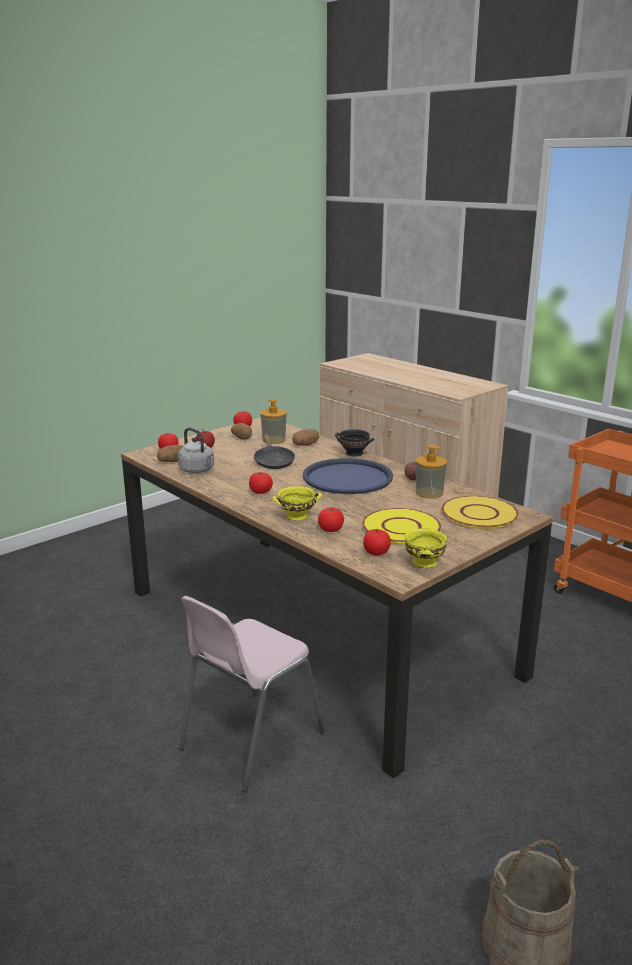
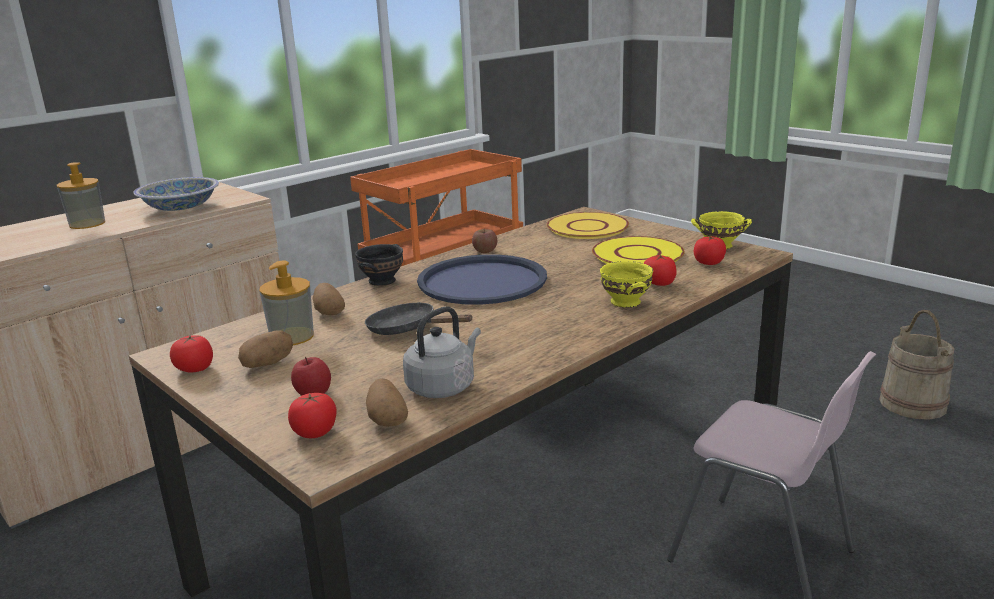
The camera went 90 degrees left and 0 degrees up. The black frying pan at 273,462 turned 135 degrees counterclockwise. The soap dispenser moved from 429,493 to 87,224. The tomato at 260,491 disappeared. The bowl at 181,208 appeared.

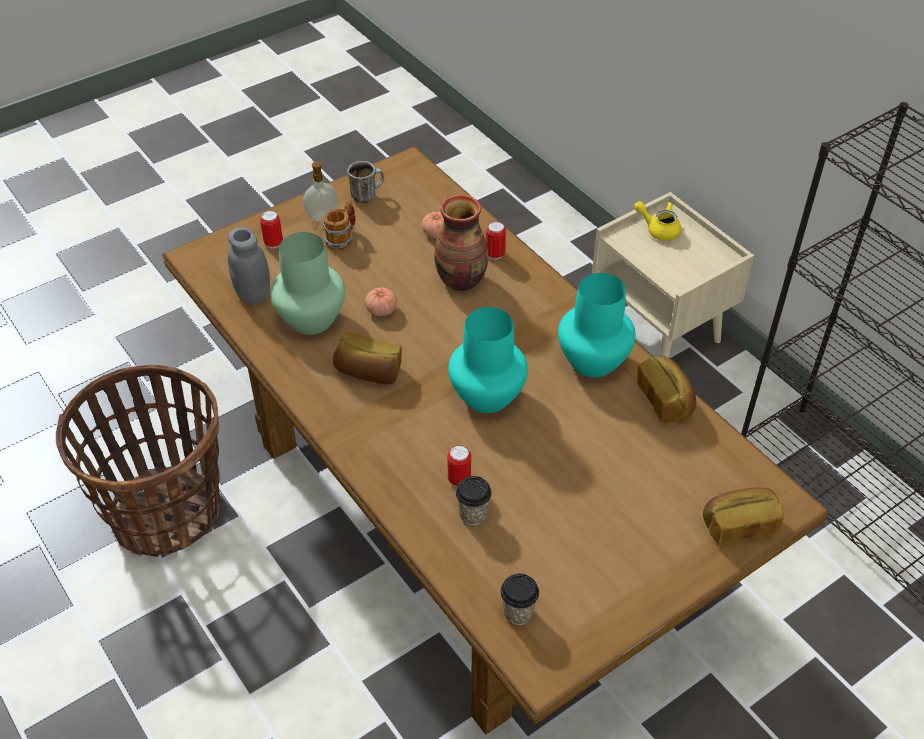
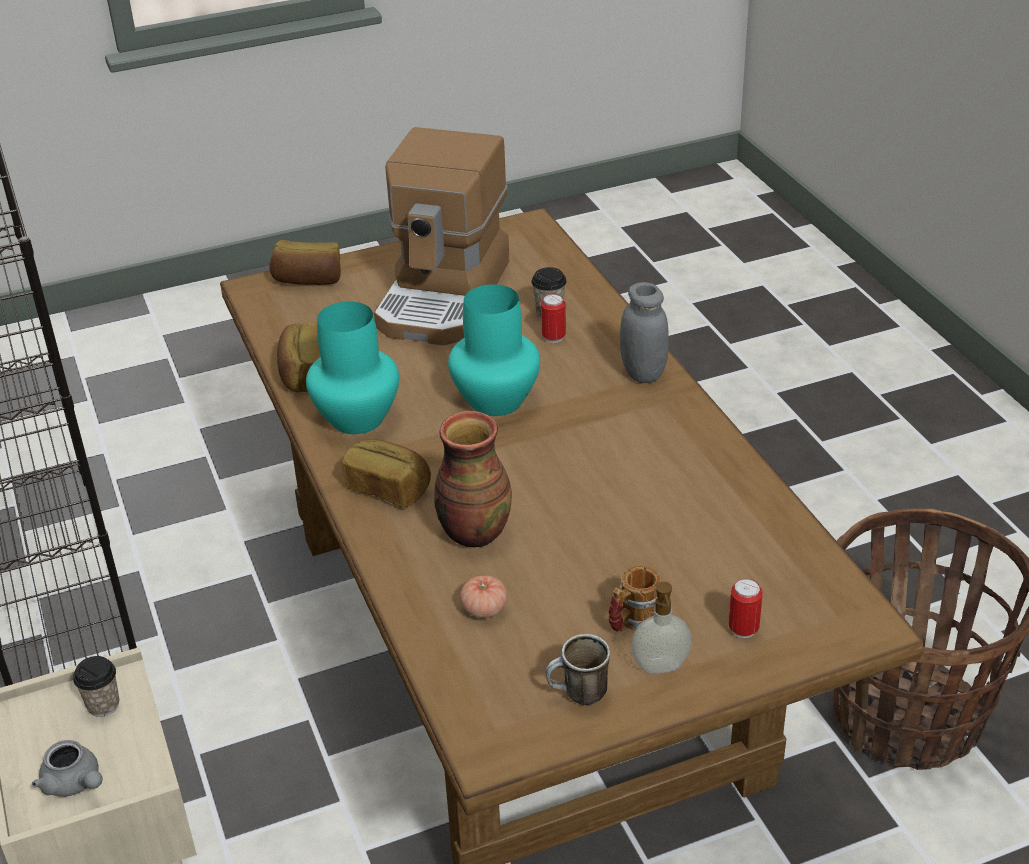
The camera went 165 degrees left and 10 degrees down. The yellow teapot at 658,229 became the grey teapot at 75,784. The can at 495,254 disappeared. The grey jar moved from 253,295 to 643,373. The green vase at 310,320 disappeared. The tomato at 381,310 disappeared. The bread moved from 369,372 to 388,488. The cup moved from 518,612 to 103,705. The coffee machine at 445,296 appeared.

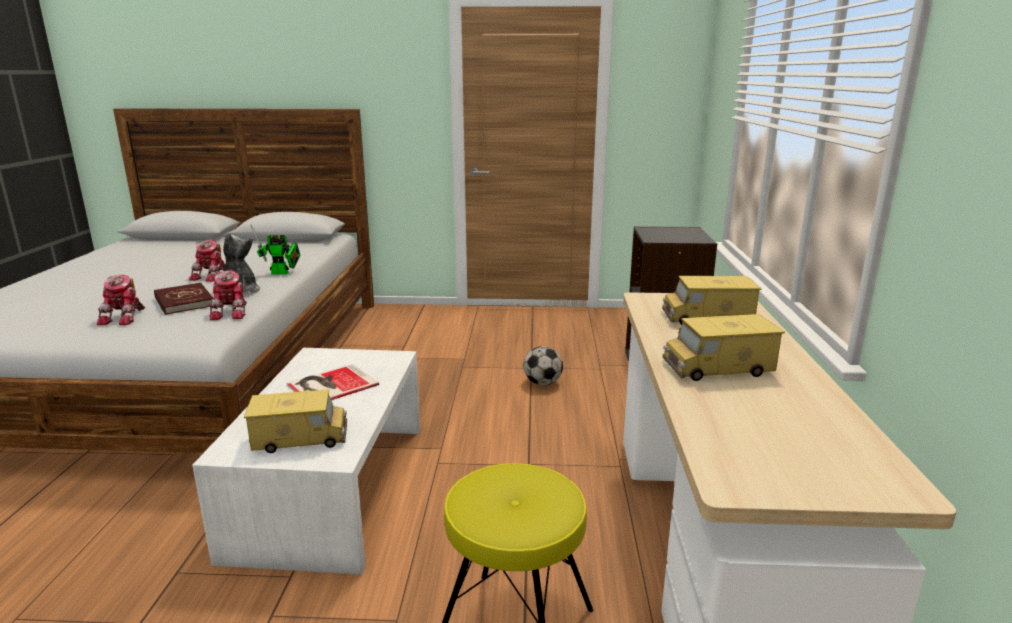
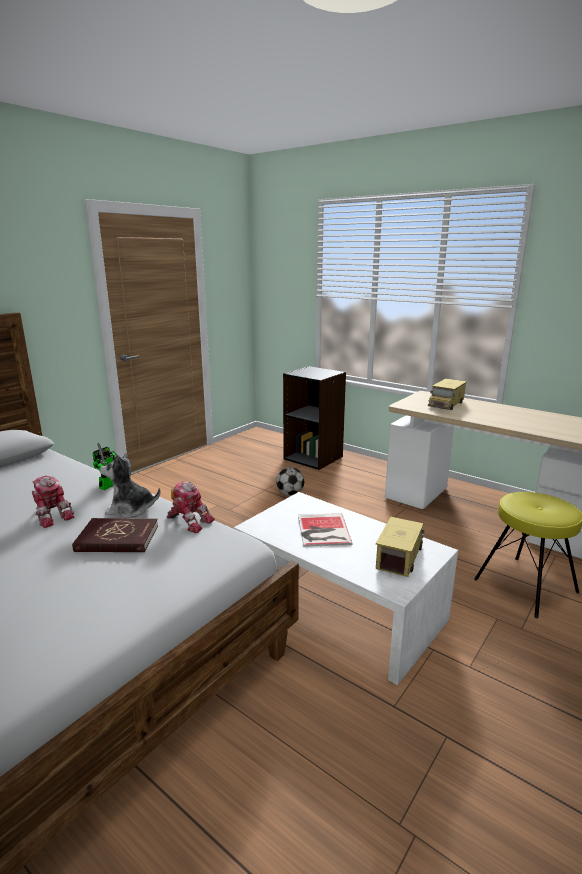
The camera went 55 degrees left and 0 degrees up. The toy robot at 125,317 disappeared. The toy truck at 718,368 disappeared.

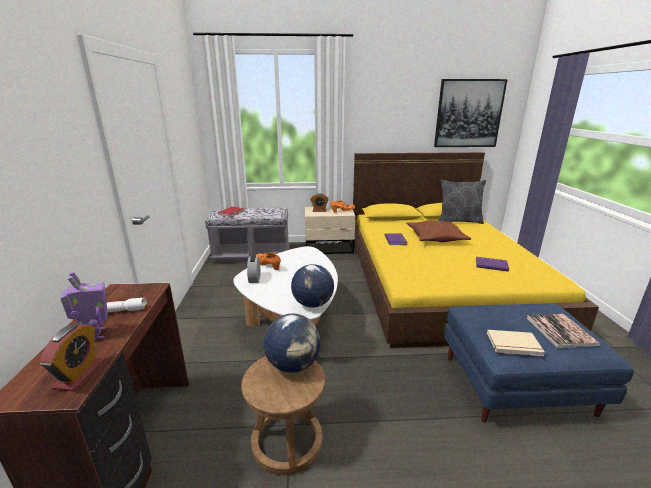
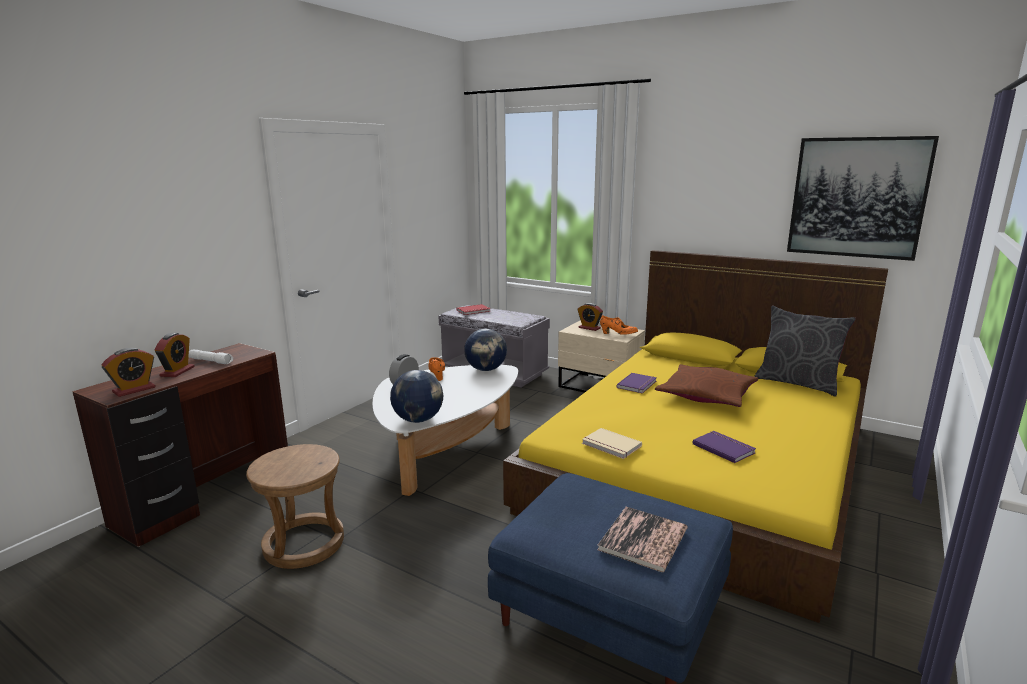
The camera went 35 degrees right and 5 degrees down. The toy robot at 96,335 was replaced by the alarm clock at 177,371. The globe moved from 293,364 to 486,369. The beige book moved from 514,345 to 610,446.

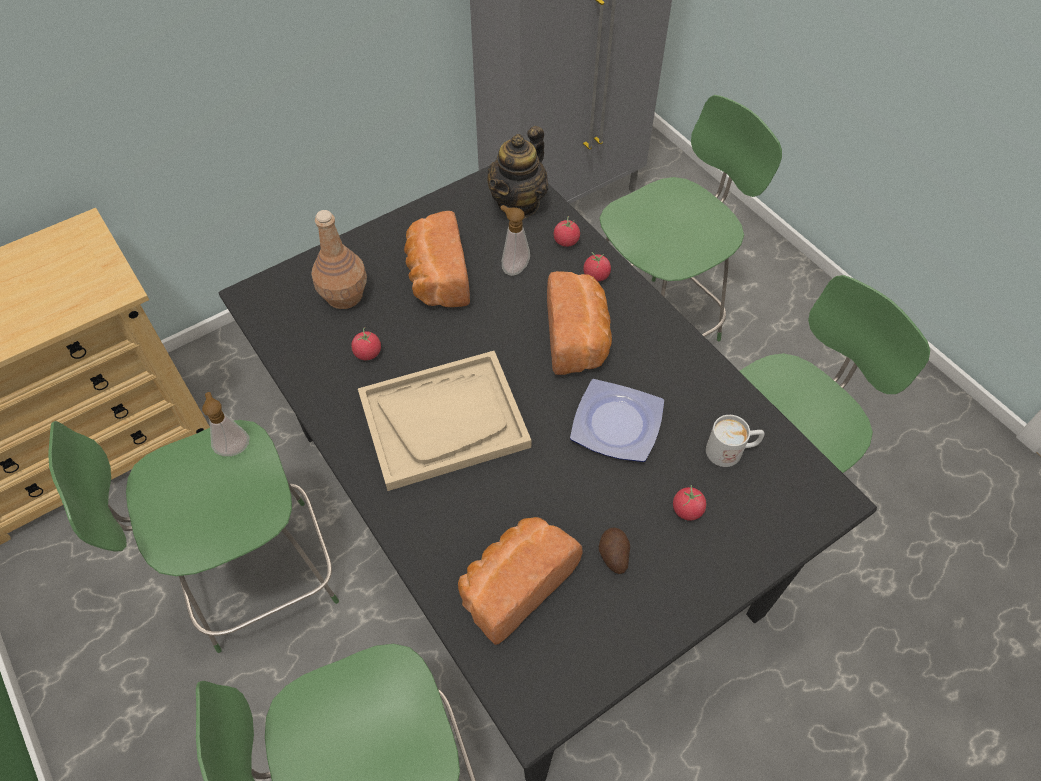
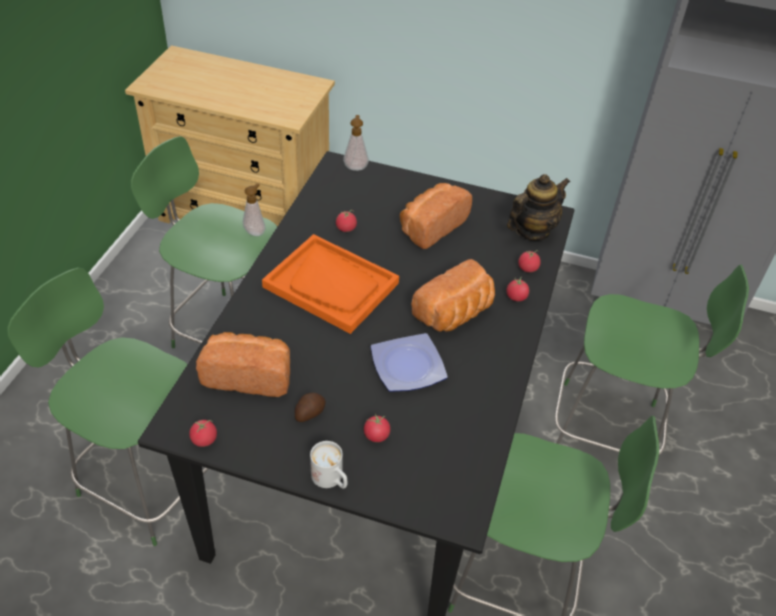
The camera went 50 degrees right and 10 degrees down. The teapot at 518,203 turned 150 degrees clockwise. The soap dispenser moved from 513,267 to 355,167. The brown bottle at 343,295 disappeared. The beige tray at 444,421 became the orange tray at 331,285. The white mug moved from 731,451 to 331,479. The tomato at 204,439 appeared.

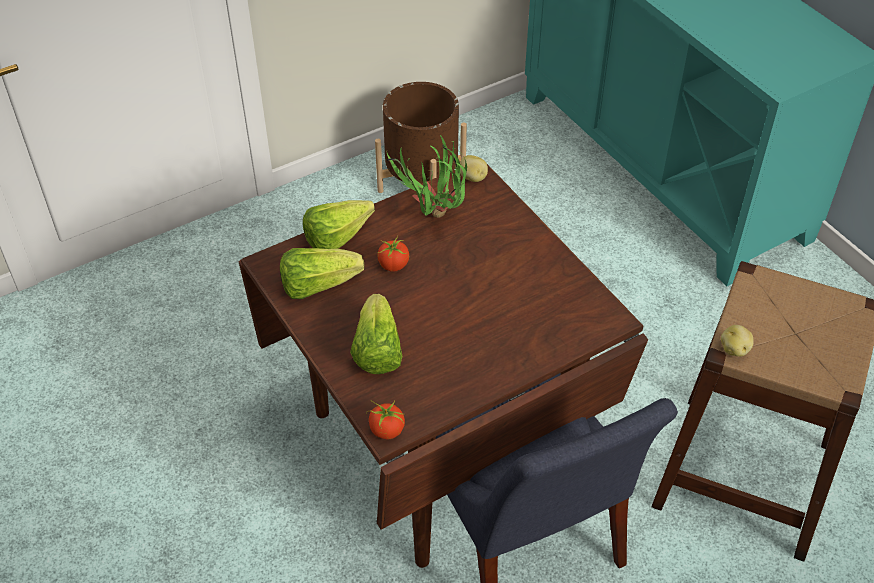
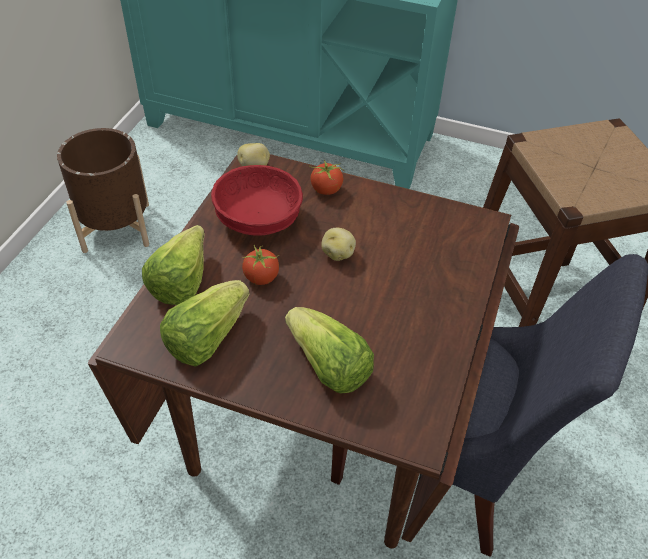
The camera went 40 degrees left and 0 degrees up. The potted plant at 433,221 was replaced by the red bowl at 258,219. The potato moved from 735,349 to 338,253. The tomato moved from 386,430 to 326,190.

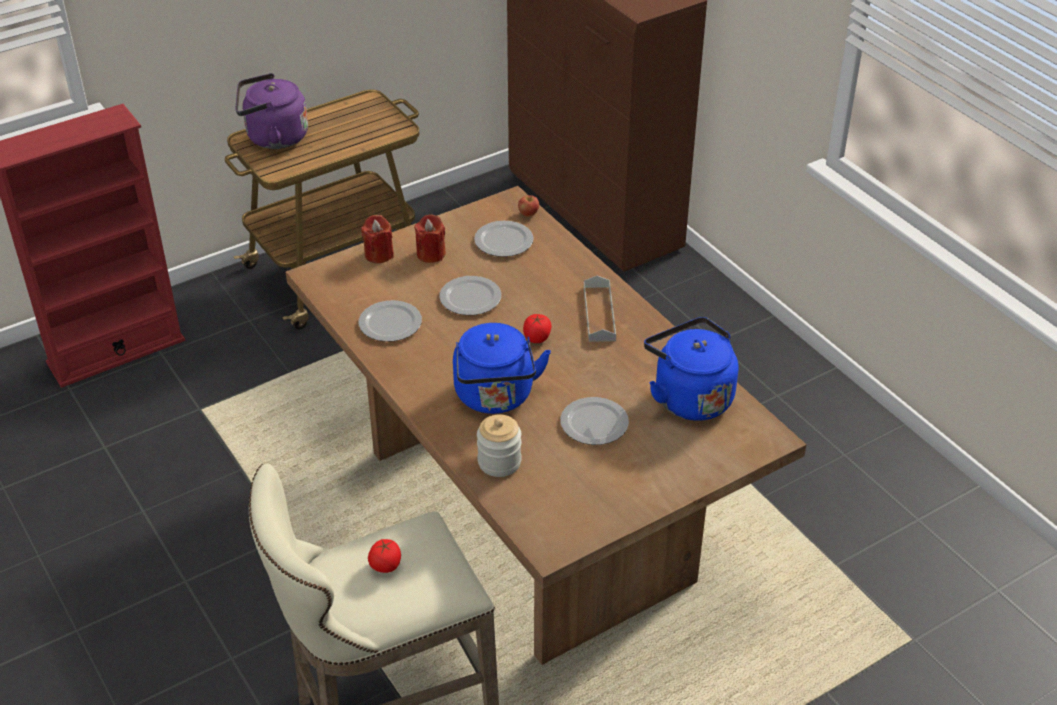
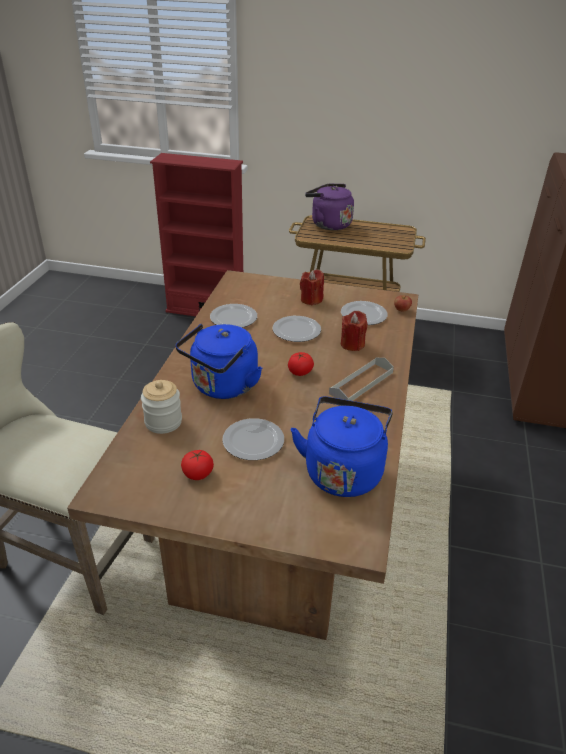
The camera went 45 degrees right and 5 degrees down. The red candle moved from 379,254 to 352,344. The tomato moved from 385,565 to 198,474.

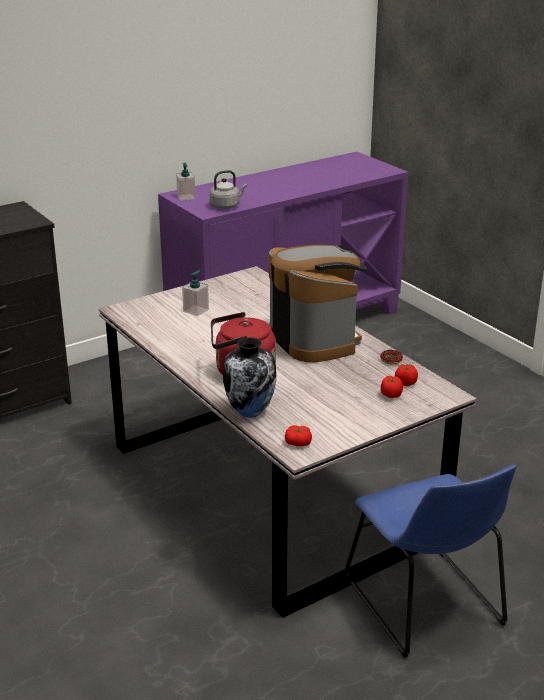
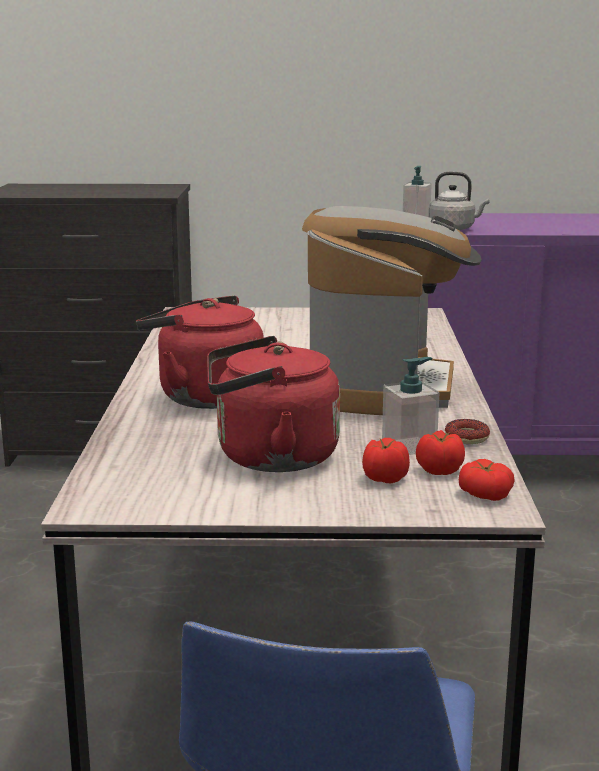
The camera went 35 degrees right and 10 degrees down. The soap dispenser moved from 196,310 to 409,446. The vase at 250,412 disappeared. The tomato moved from 298,443 to 485,494. The red kettle at 269,458 appeared.

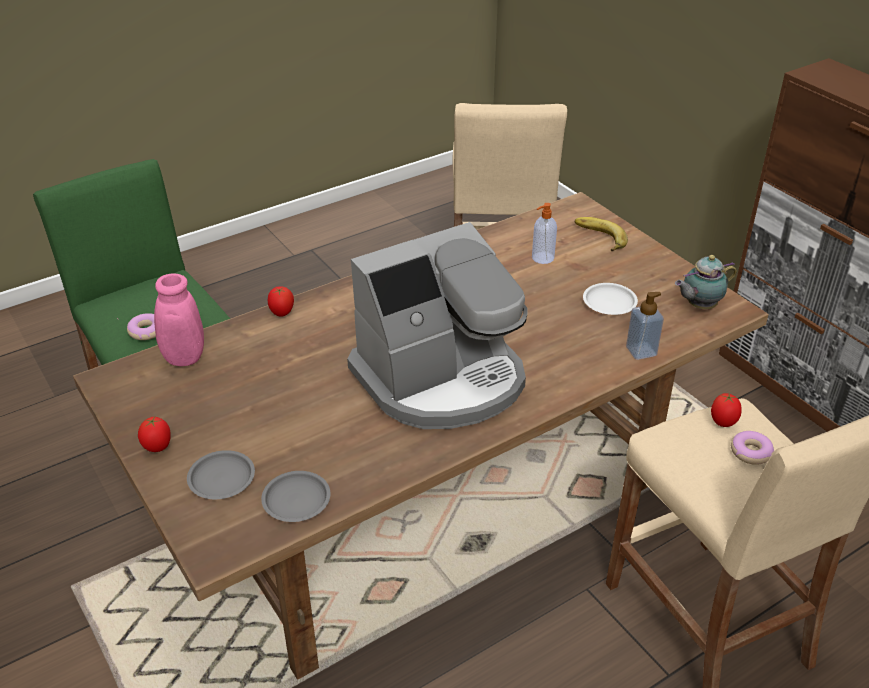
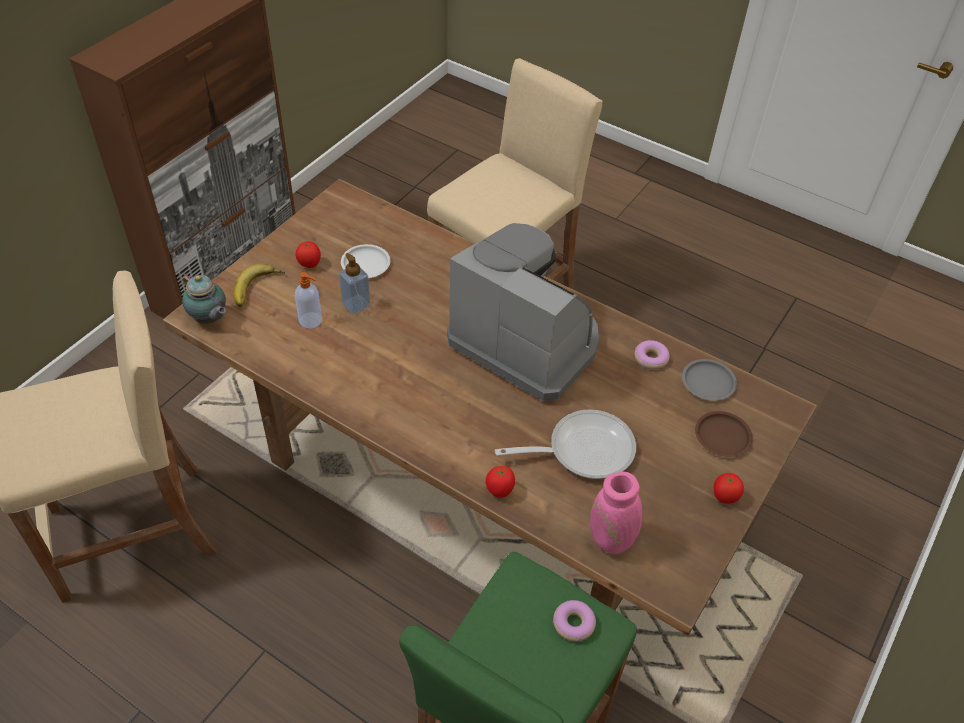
The camera went 115 degrees left and 10 degrees up. The teapot moved from 699,306 to 209,319. The soap dispenser moved from 641,351 to 356,304. The tomato moved from 723,423 to 309,264. The donut moved from 751,452 to 651,358. The grey plate at 222,479 became the brown plate at 722,436. The frying pan at 583,449 appeared.

